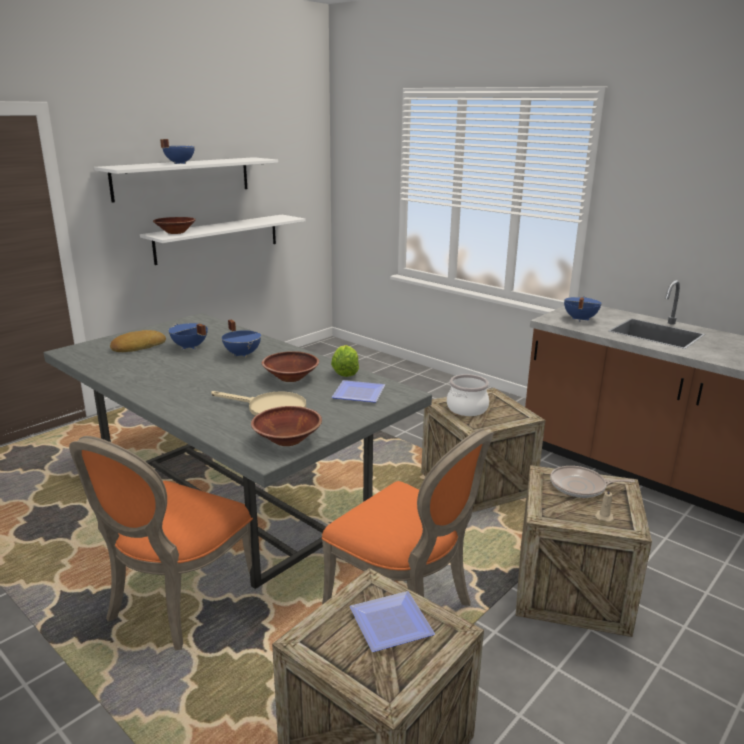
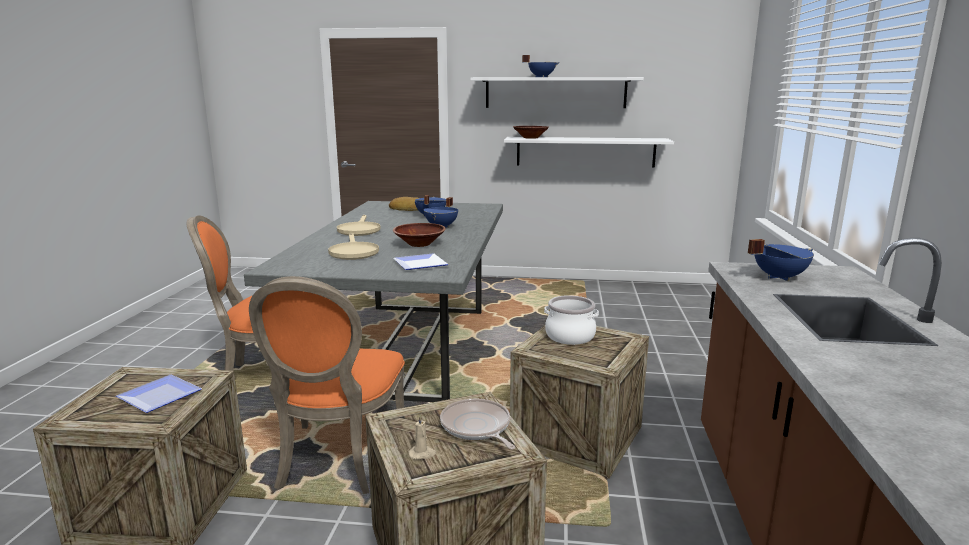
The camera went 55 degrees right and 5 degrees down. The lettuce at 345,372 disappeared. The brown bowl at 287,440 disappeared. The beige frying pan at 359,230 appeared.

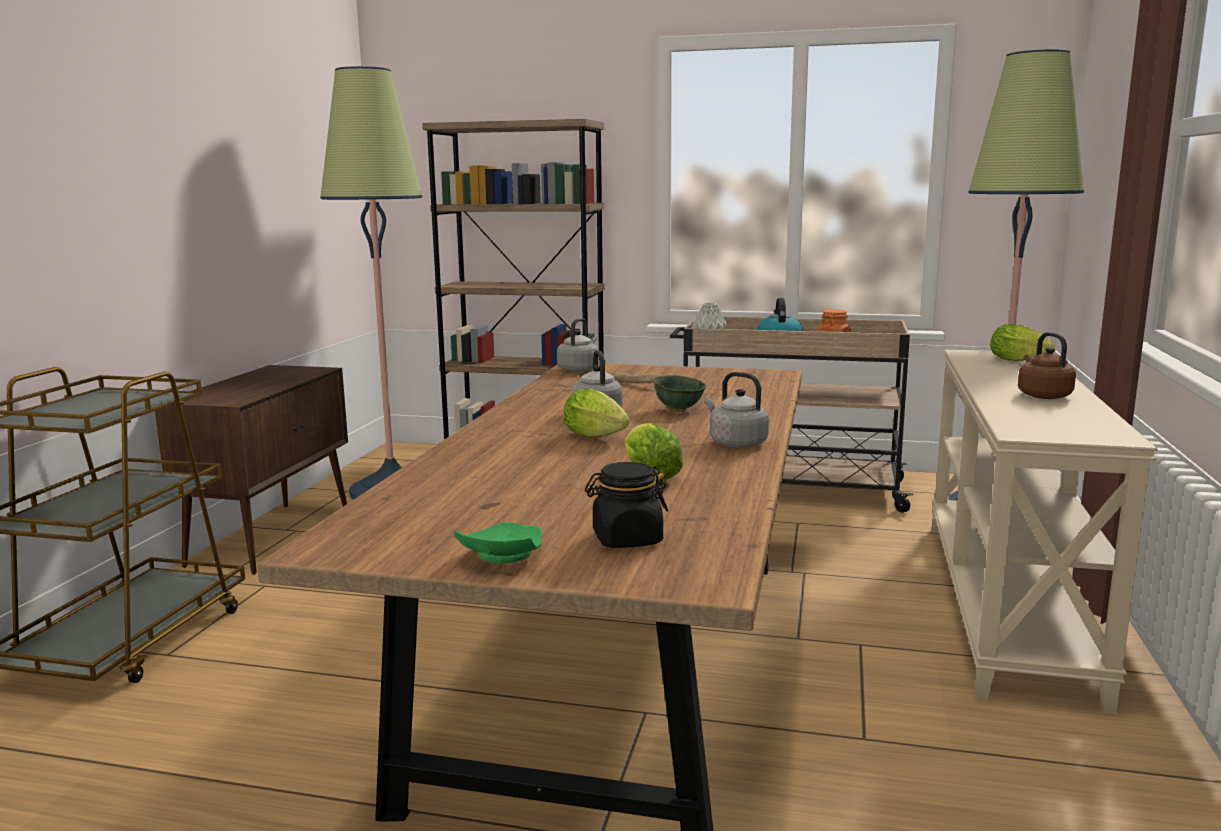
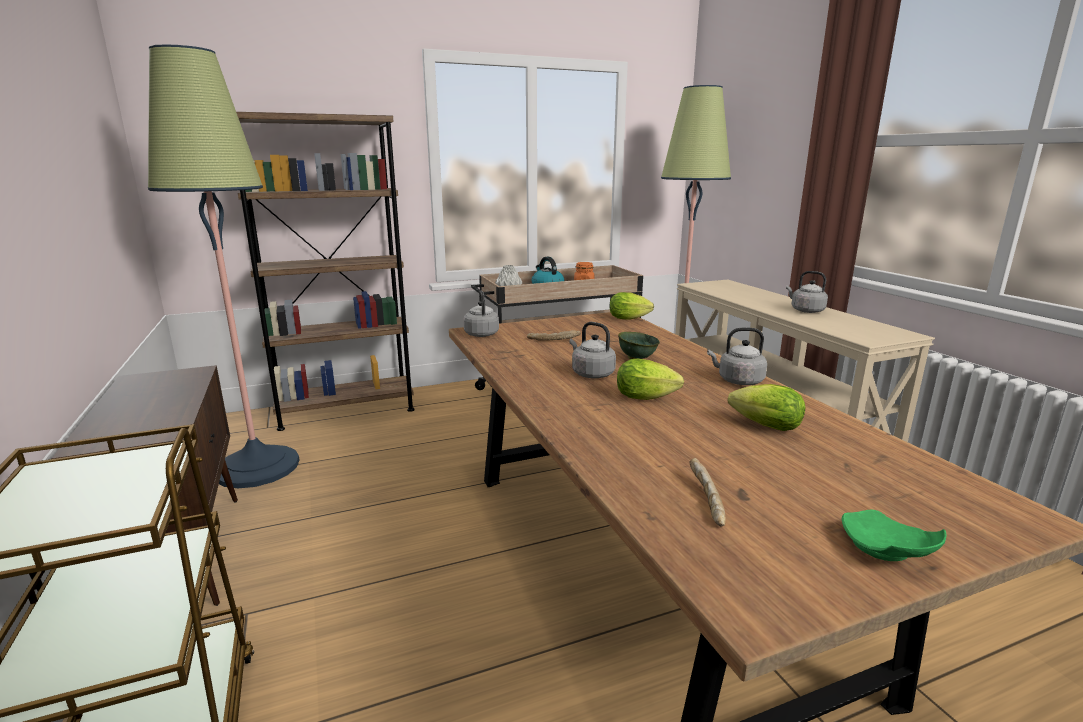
The camera went 35 degrees left and 5 degrees up. The lettuce moved from 1020,361 to 631,319. The brown kettle at 1042,395 became the grey kettle at 805,310. The black jar at 627,539 disappeared. The bread at 705,499 appeared.

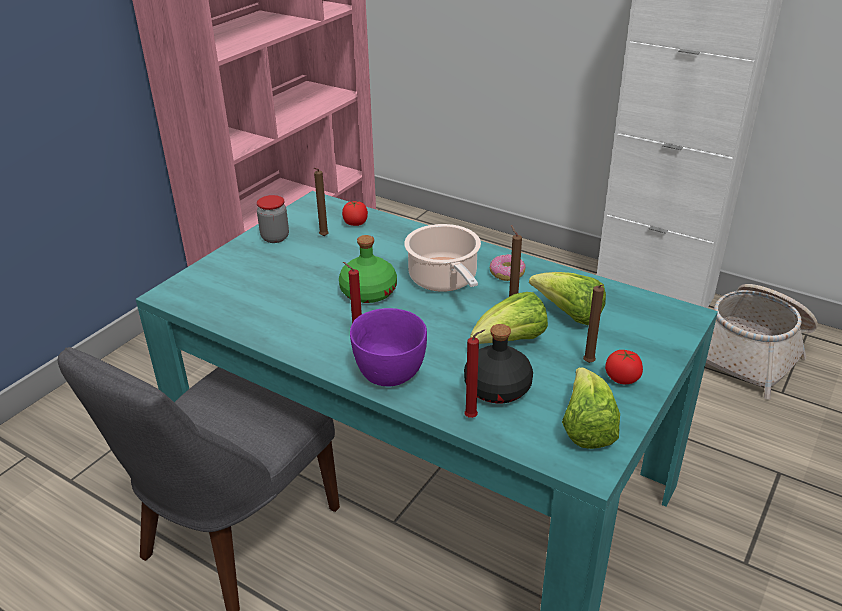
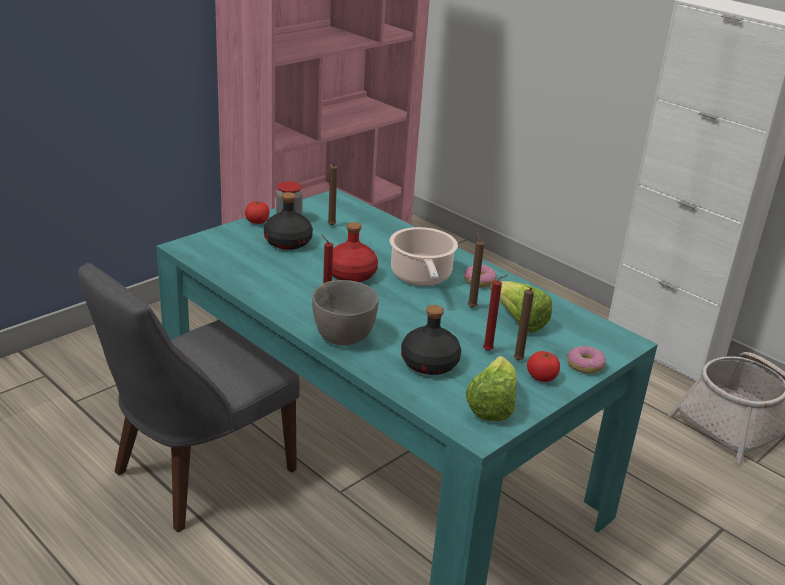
The camera went 10 degrees right and 5 degrees down. The tomato moved from 355,223 to 257,222. The green bottle at 368,292 became the red bottle at 351,274. The lettuce at 510,342 disappeared. The purple bowl at 389,373 became the grey bowl at 343,336. The red candle moved from 473,417 to 489,351. The black bottle at 288,242 appeared. The donut at 585,365 appeared.

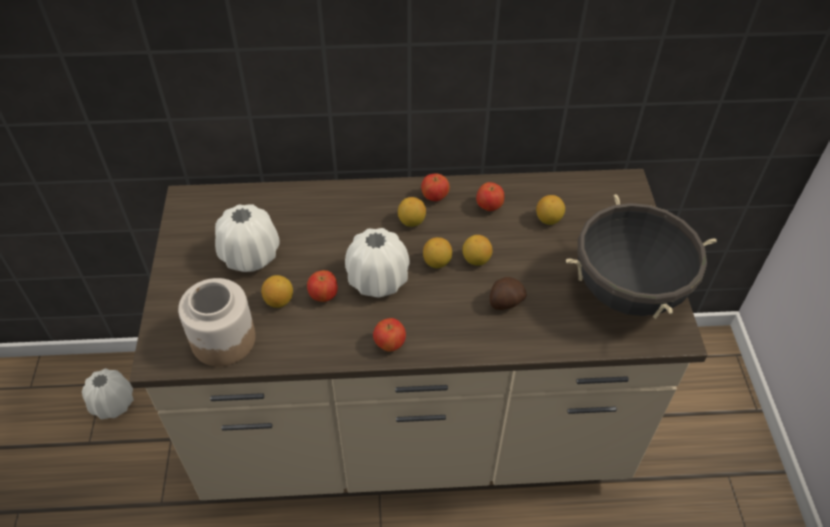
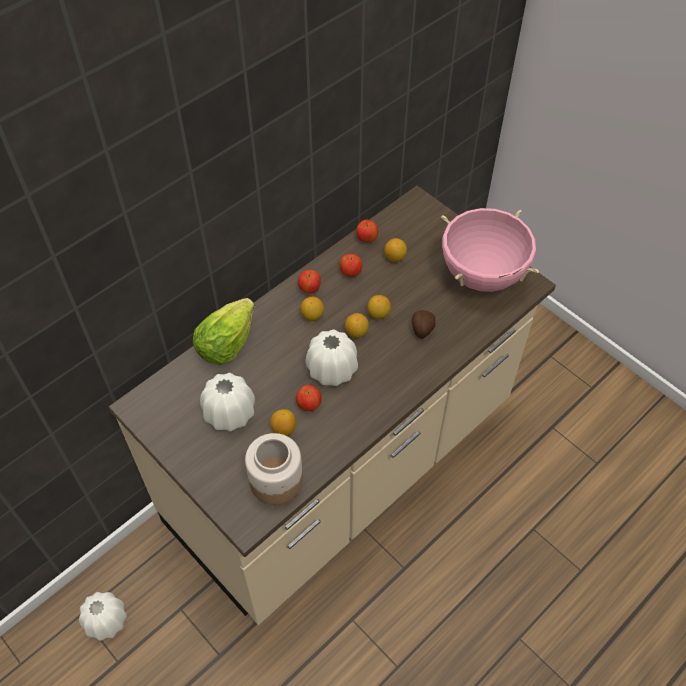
The camera went 40 degrees left and 5 degrees up. The black cooking pot at 627,292 became the pink cooking pot at 482,275. The apple moved from 389,344 to 367,238. The lettuce at 226,344 appeared.

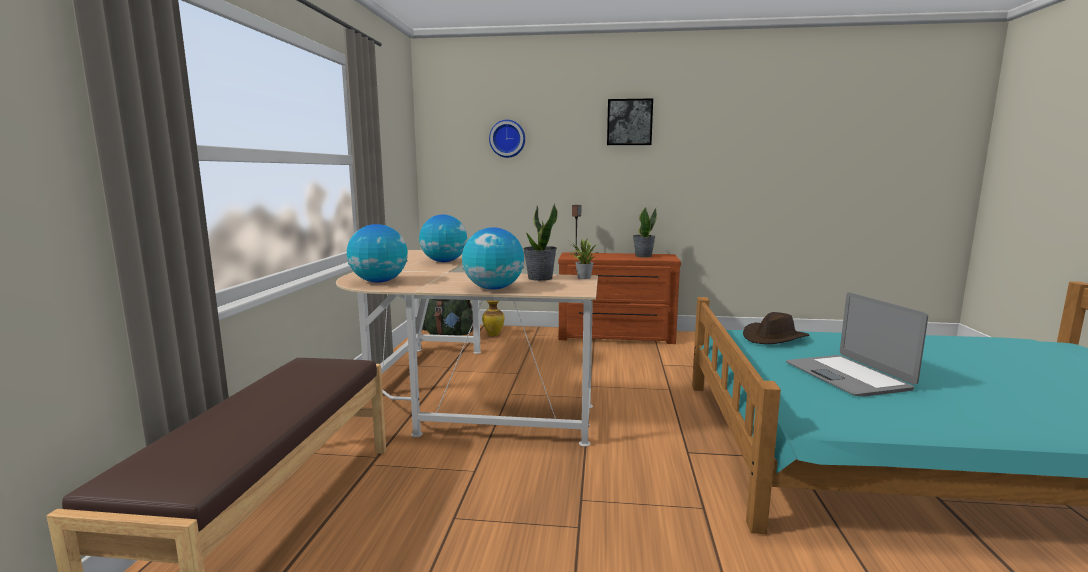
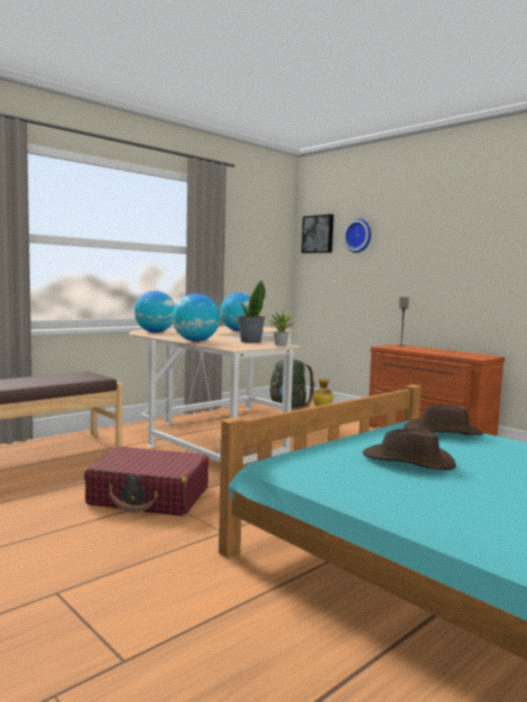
The camera went 40 degrees right and 5 degrees down. The picture moved from 629,122 to 318,234. The potted plant at 643,256 disappeared. The laptop at 848,376 was replaced by the brown hat at 408,461. The red suitcase at 149,496 appeared.

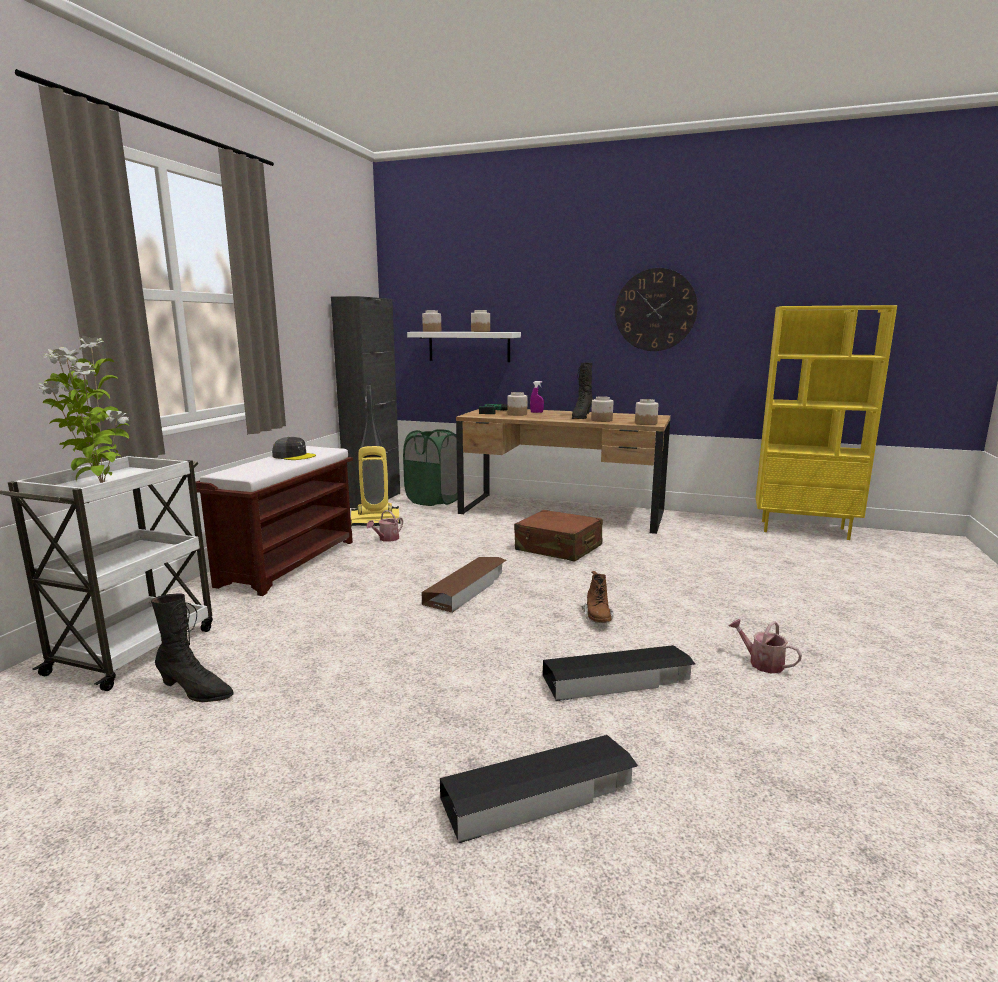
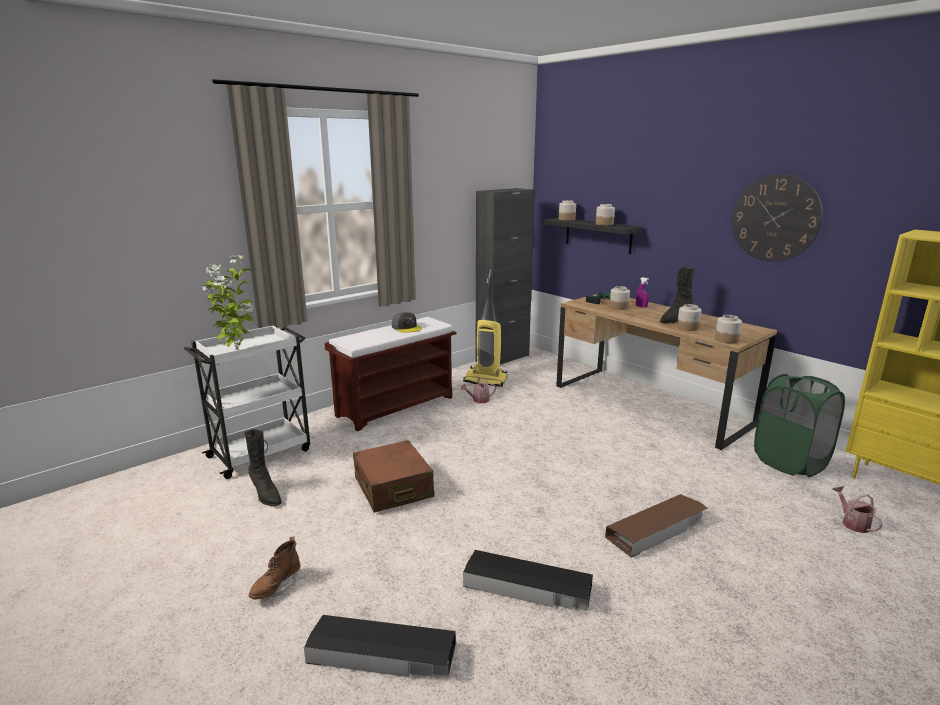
The camera went 30 degrees right and 5 degrees up. The white shelf at 469,346 became the black shelf at 598,235. The green laundry basket moved from 434,500 to 790,462. The brown suitcase moved from 558,548 to 393,488. The brown storage box moved from 467,589 to 656,529. The brown boot moved from 598,617 to 276,587. The watering can moved from 761,663 to 852,522.

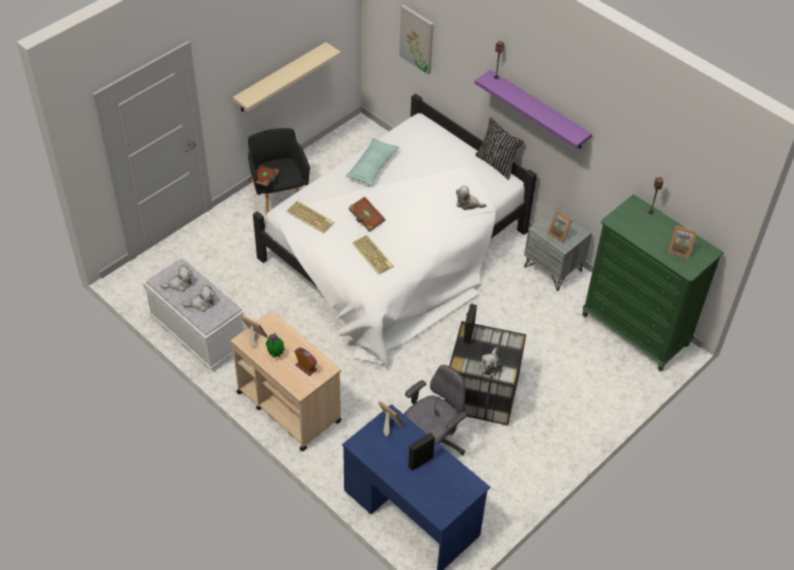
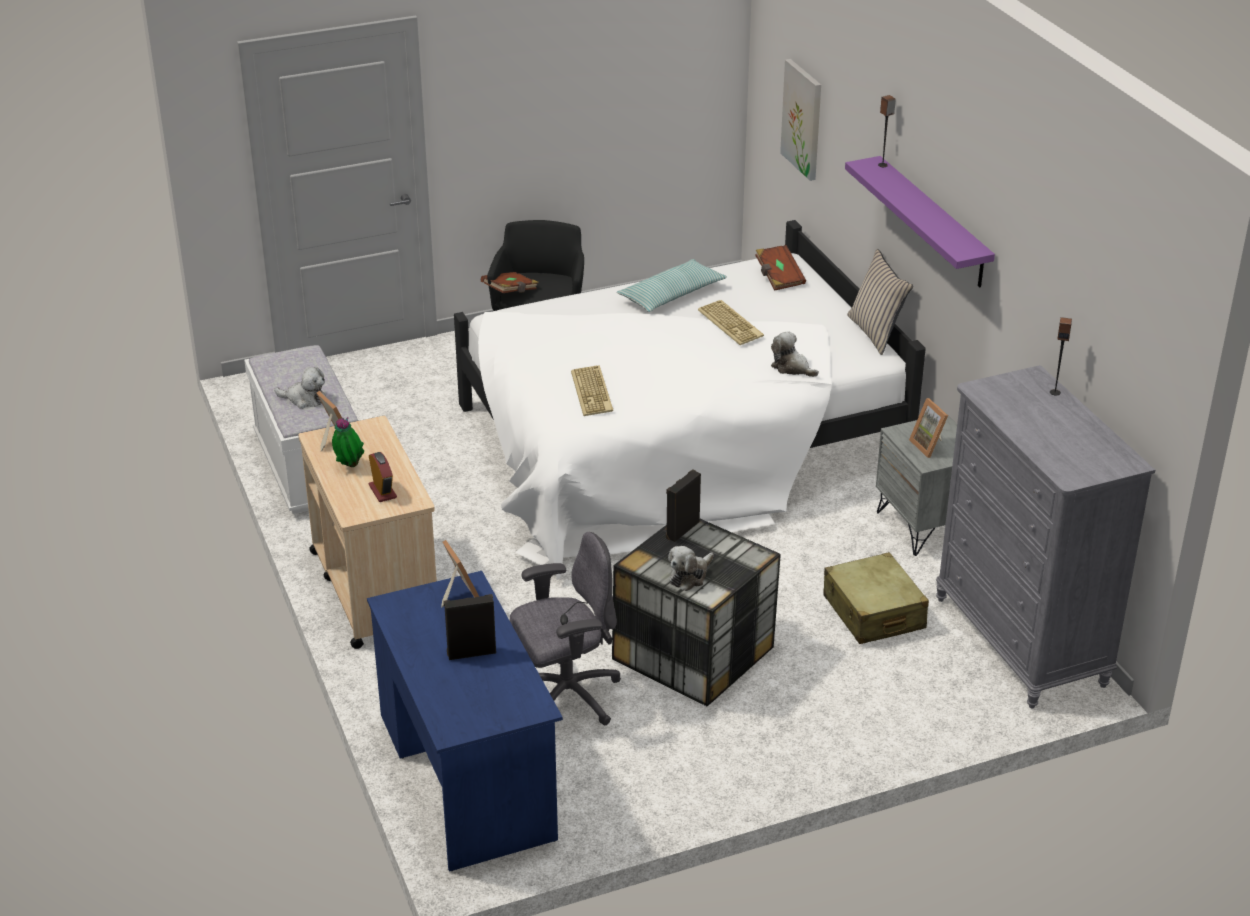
The camera went 25 degrees right and 15 degrees down. The beige shelf at 280,78 disappeared. The black pillow at 497,164 became the beige pillow at 876,333. The green dresser at 635,330 became the grey dresser at 1021,641. The brown book moved from 366,219 to 778,277. The keyboard moved from 311,217 to 732,323. The picture frame at 679,249 disappeared. The plush toy at 179,284 disappeared. The beige suitcase at 873,613 appeared.

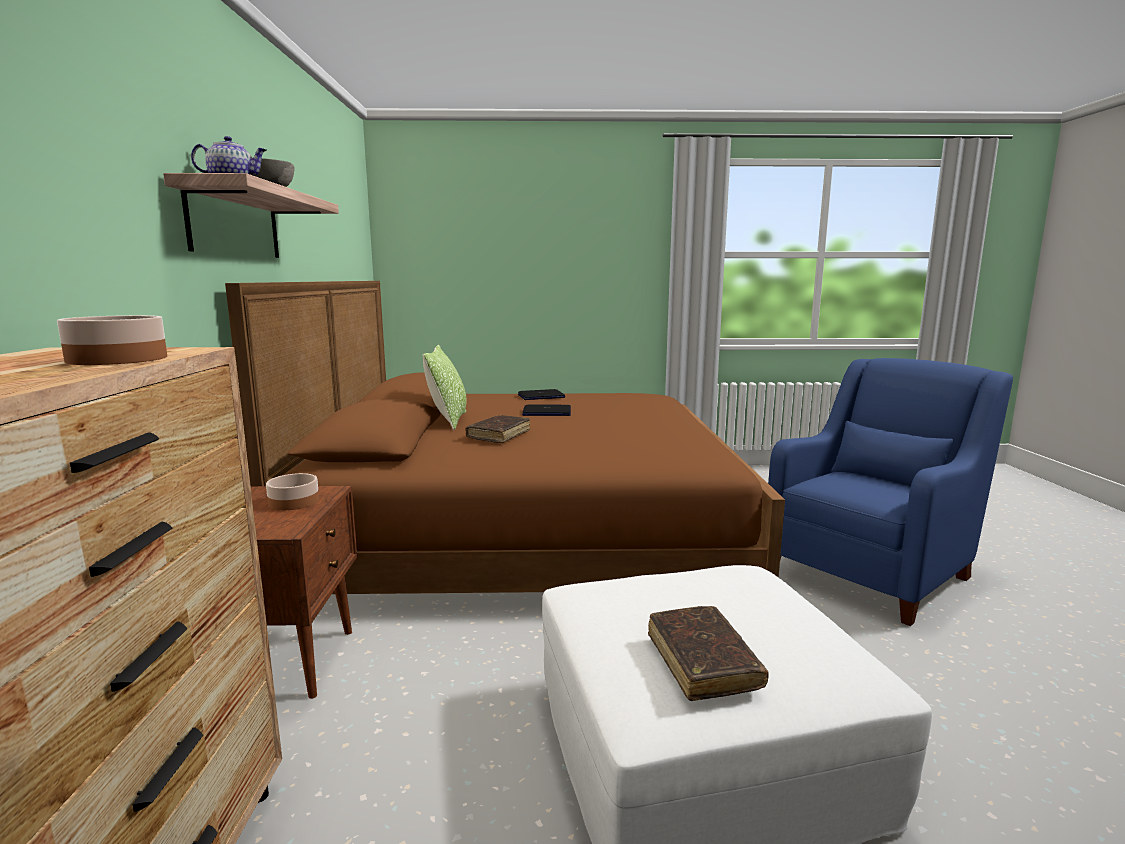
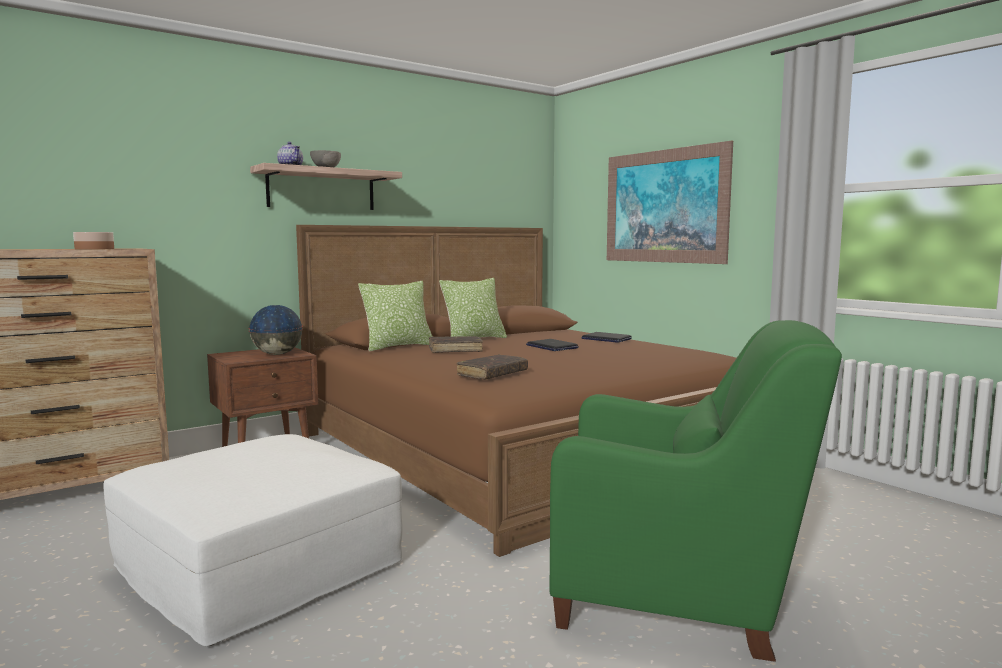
The camera went 55 degrees right and 5 degrees down. The blue armchair at 872,570 became the green armchair at 677,593. The bowl at 293,501 was replaced by the globe at 277,354. The brown book moved from 702,662 to 492,374. The picture at 664,206 appeared. The pillow at 398,347 appeared.

